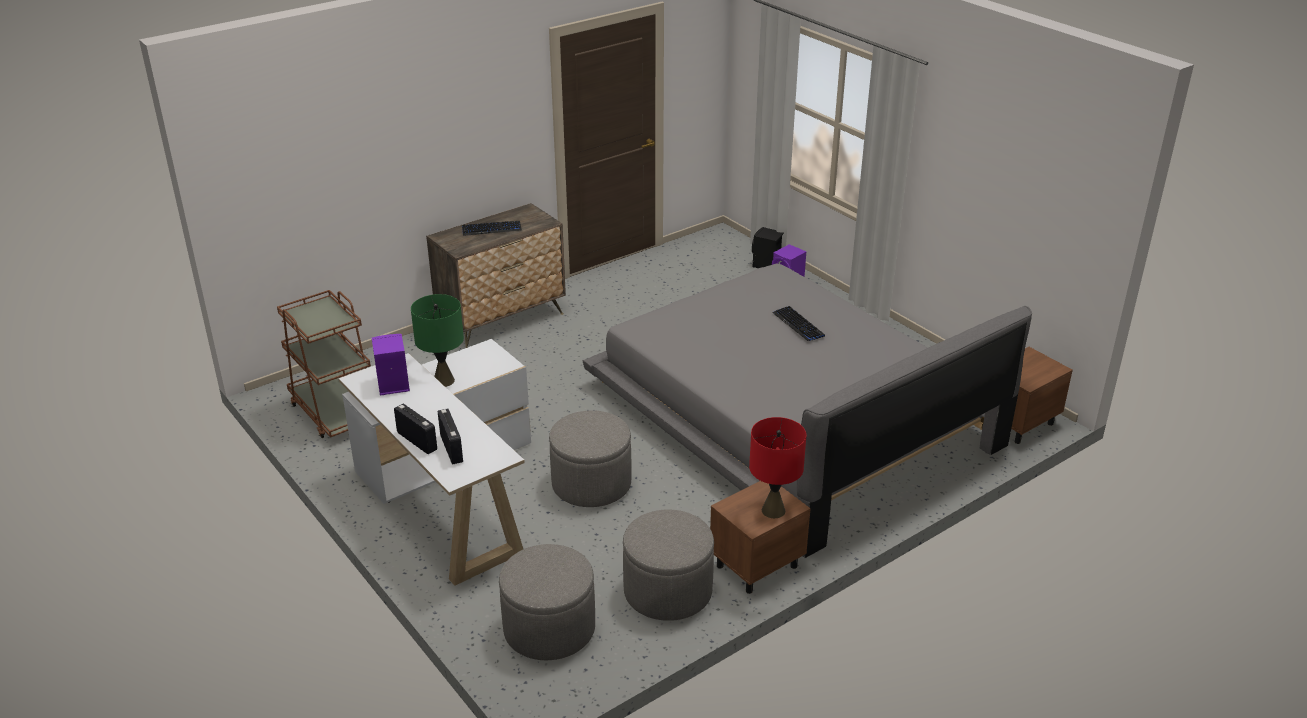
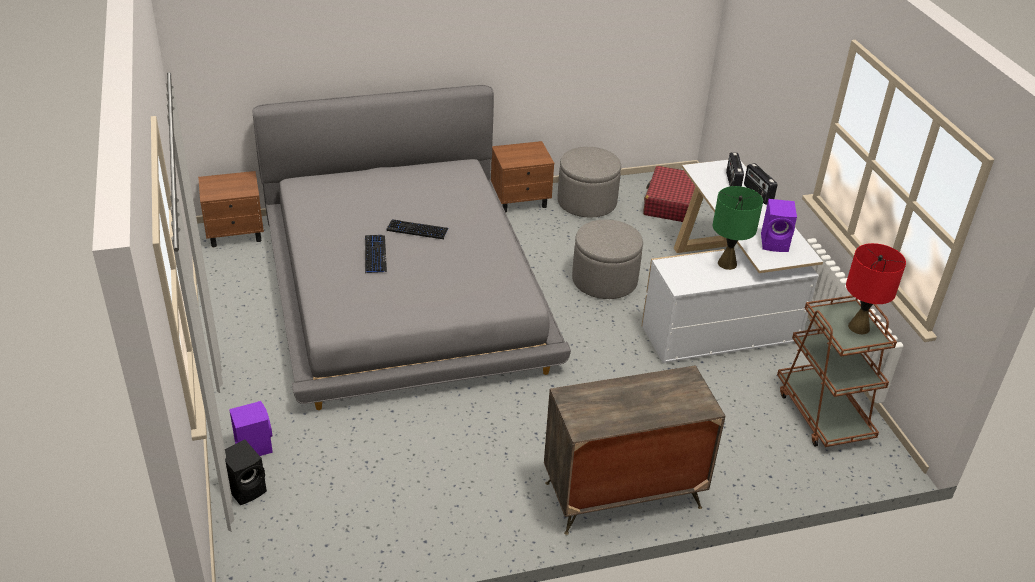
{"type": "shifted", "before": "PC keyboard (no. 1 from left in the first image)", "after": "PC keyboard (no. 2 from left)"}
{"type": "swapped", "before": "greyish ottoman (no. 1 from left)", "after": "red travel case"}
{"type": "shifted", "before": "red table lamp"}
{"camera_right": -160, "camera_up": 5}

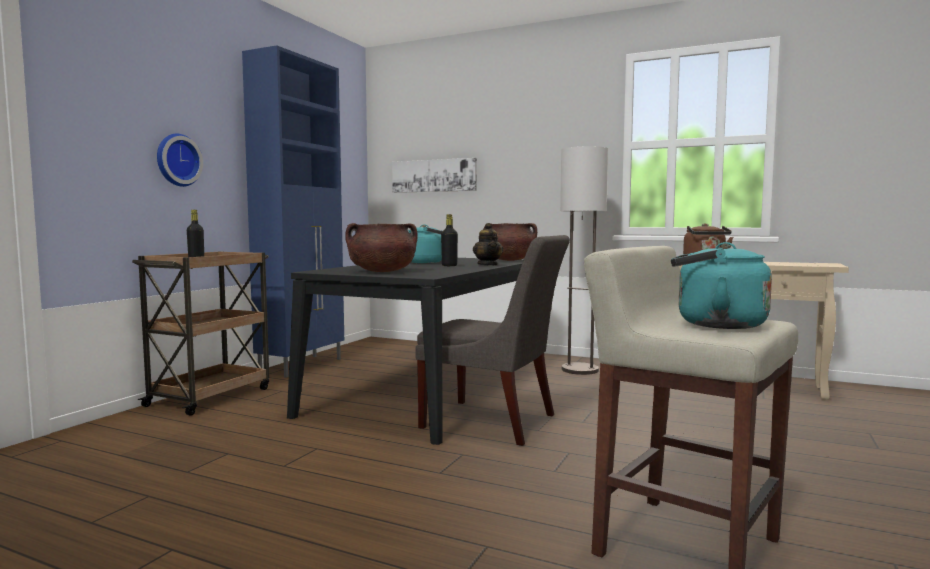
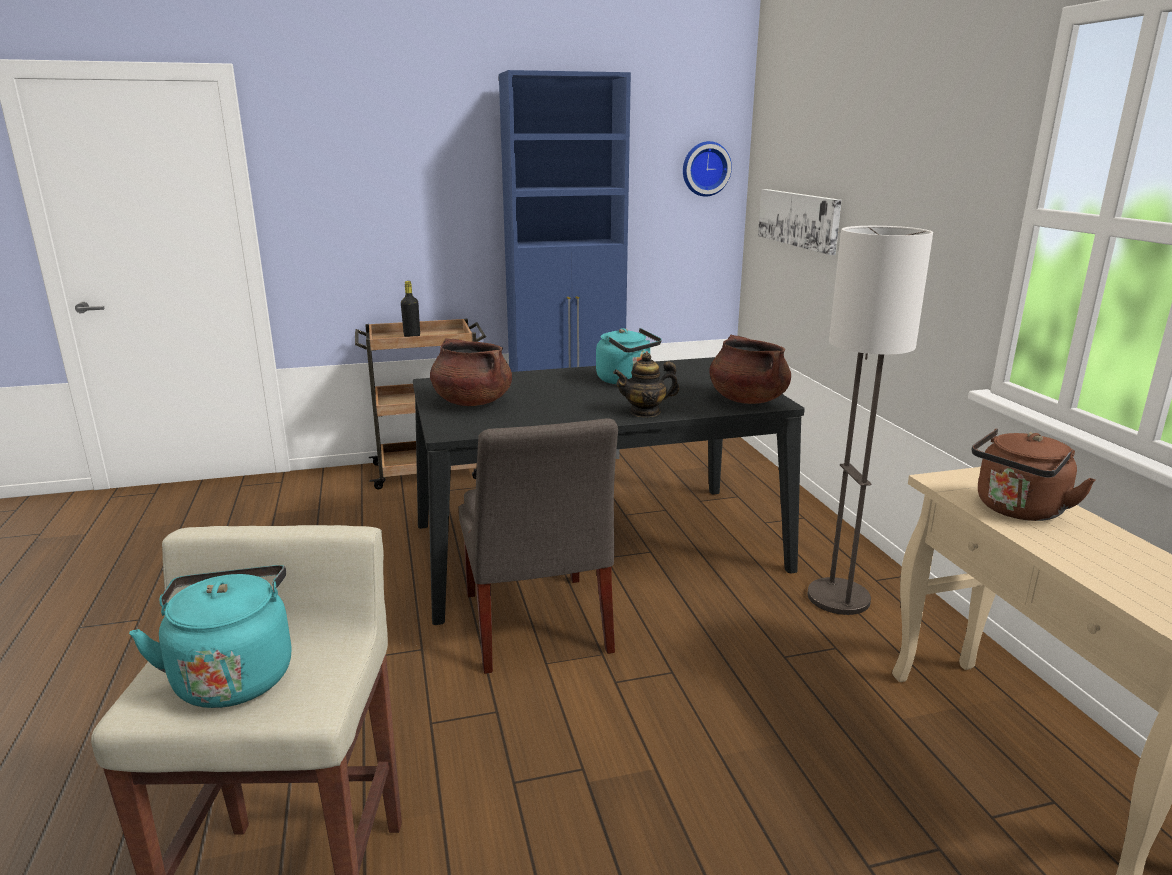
{"type": "shifted", "before": "hanging clock"}
{"type": "gone", "before": "black-coloured bottle (no. 2 from left)"}
{"type": "rotated", "before": "tea pot", "turn": 45}
{"camera_right": 50, "camera_up": 15}

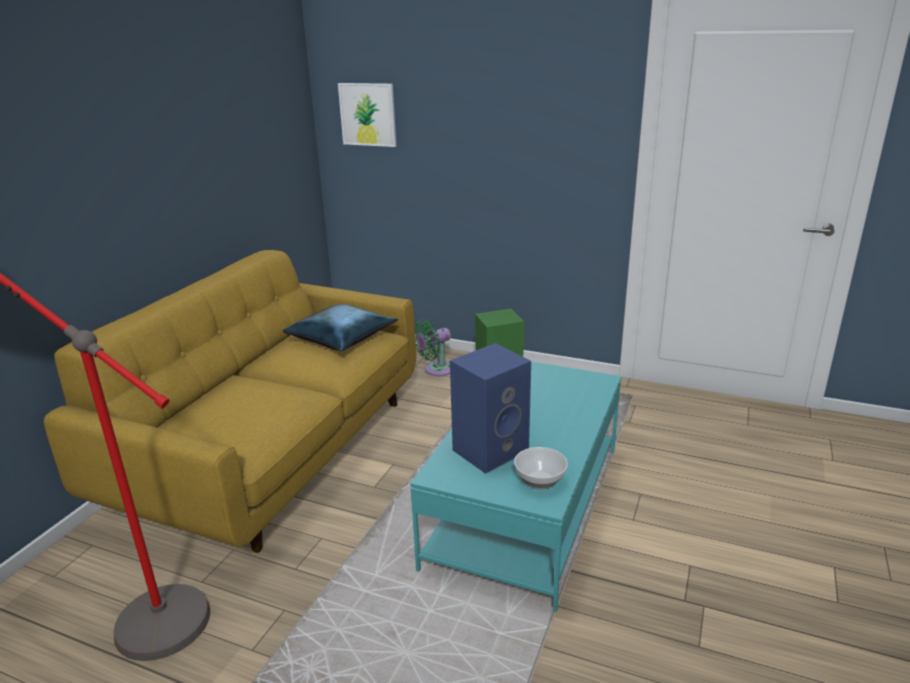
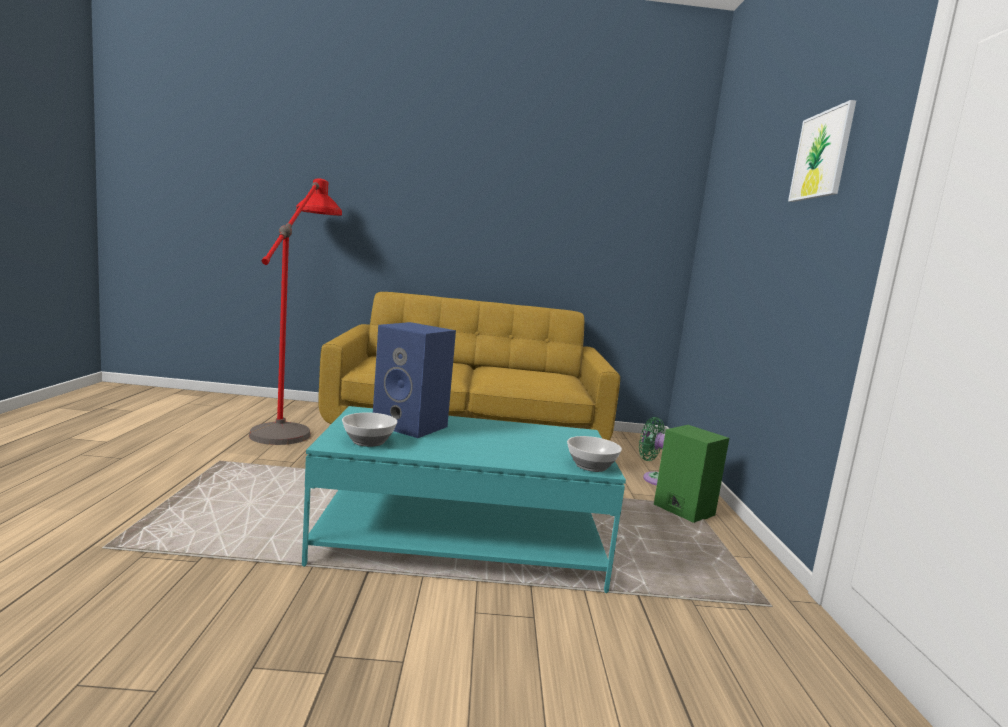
{"type": "gone", "before": "bluish pillow"}
{"type": "shifted", "before": "picture"}
{"type": "new", "after": "bowl (no. 2 from left)"}
{"camera_right": 65, "camera_up": -15}

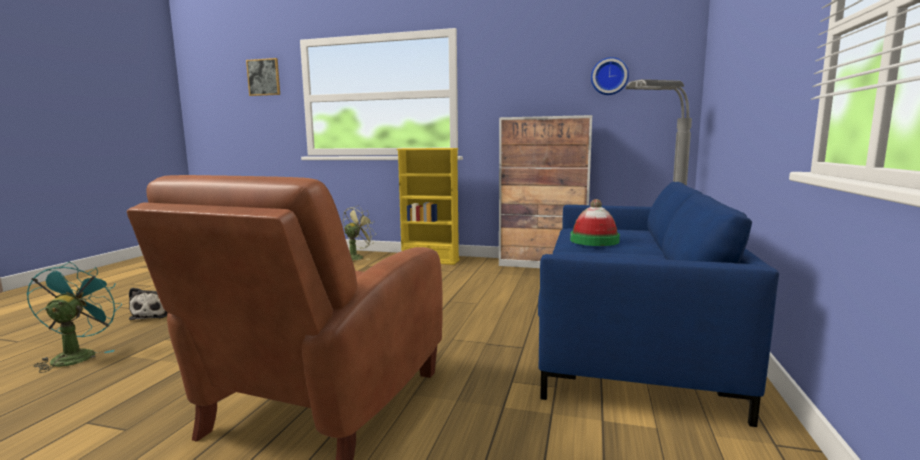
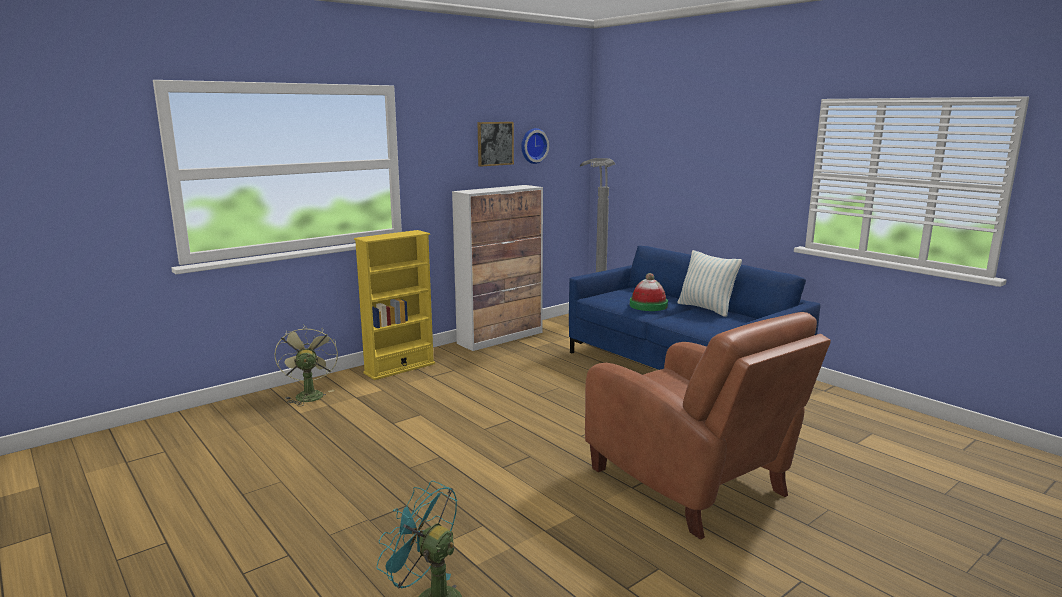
{"type": "gone", "before": "plush toy"}
{"type": "shifted", "before": "picture"}
{"type": "new", "after": "pillow"}
{"camera_right": -55, "camera_up": 5}

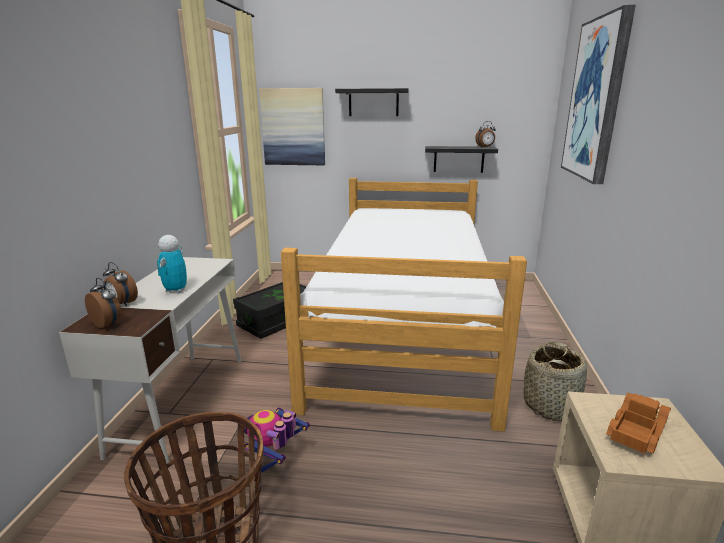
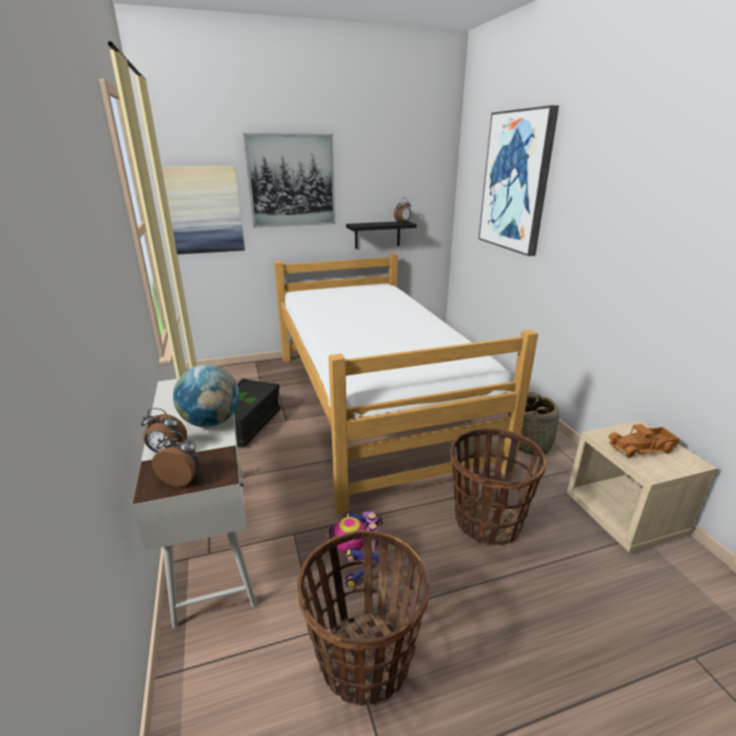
{"type": "swapped", "before": "robot figure (no. 1 from left)", "after": "world globe"}
{"type": "swapped", "before": "black-coloured shelf (no. 1 from left)", "after": "picture (no. 2 from left)"}
{"type": "rotated", "before": "toy truck", "turn": -120}
{"type": "new", "after": "household basket (no. 2 from left)"}
{"camera_right": -25, "camera_up": 5}

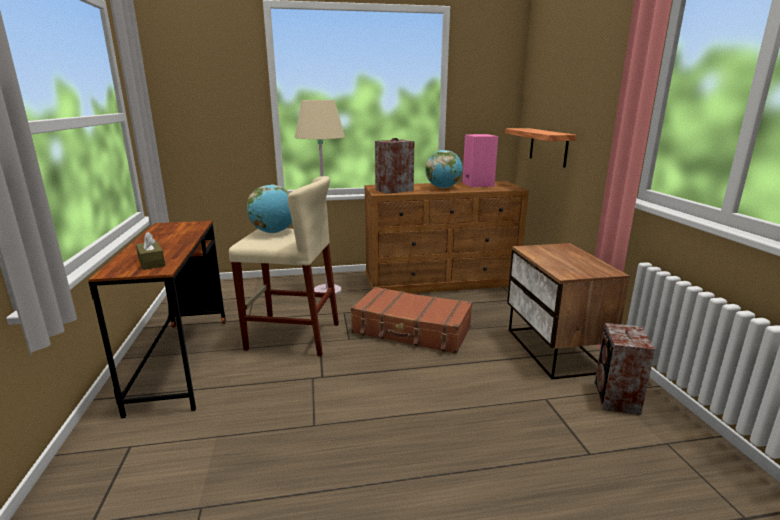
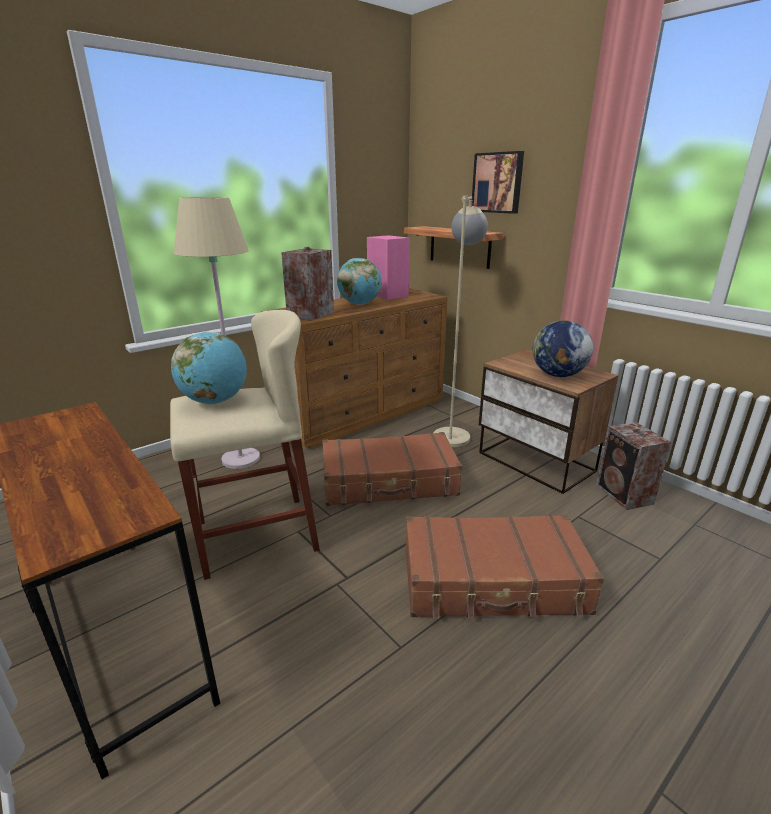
{"type": "gone", "before": "brownish tissue box"}
{"type": "new", "after": "brownish travel case (no. 2 from left)"}
{"type": "new", "after": "beige-coloured standard lamp (no. 2 from left)"}
{"type": "new", "after": "picture"}
{"type": "new", "after": "world globe (no. 3 from left)"}
{"camera_right": -30, "camera_up": 5}

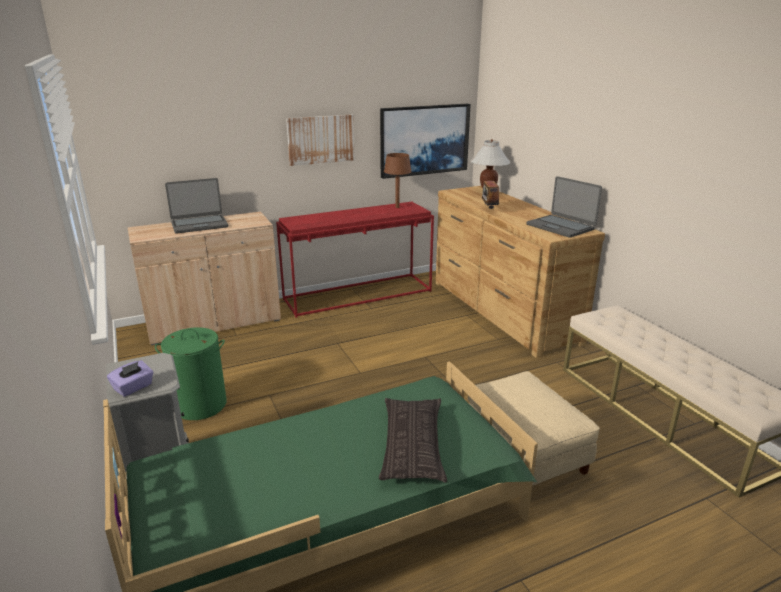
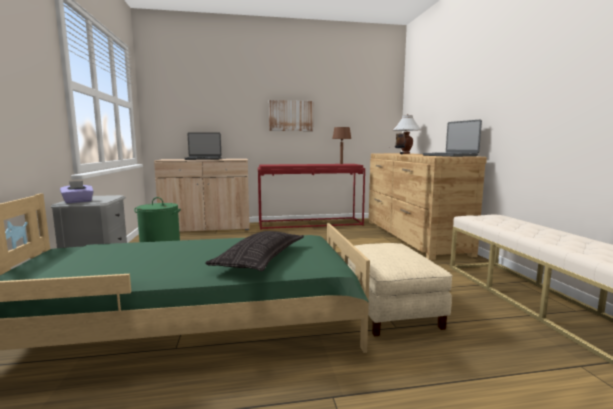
{"type": "gone", "before": "picture (no. 2 from left)"}
{"camera_right": 15, "camera_up": -15}

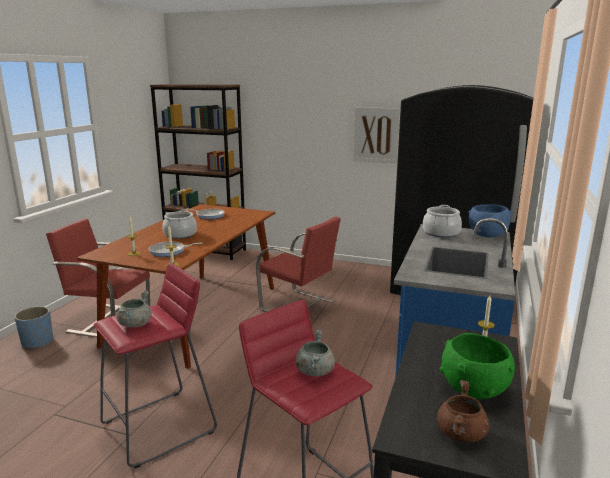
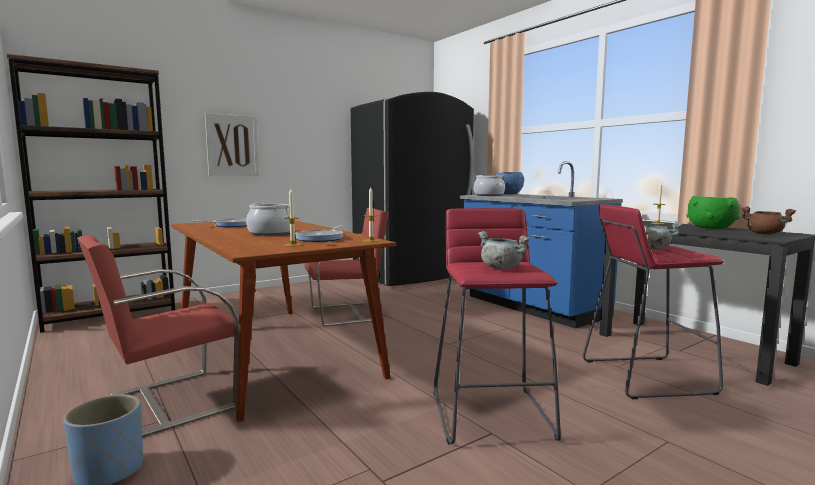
{"type": "shifted", "before": "picture"}
{"camera_right": -55, "camera_up": -10}

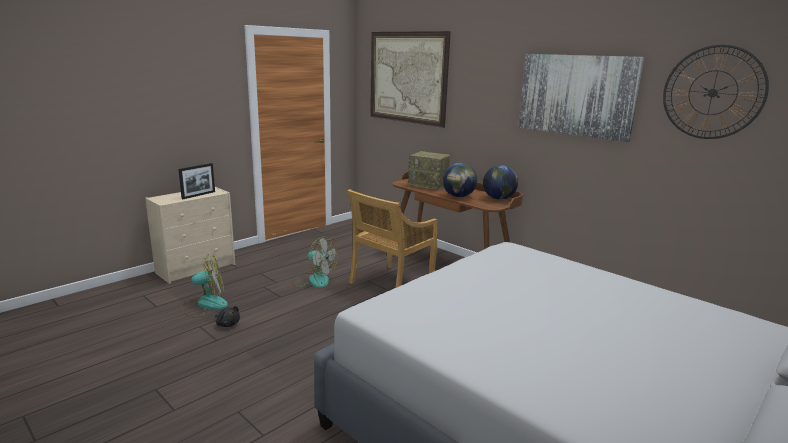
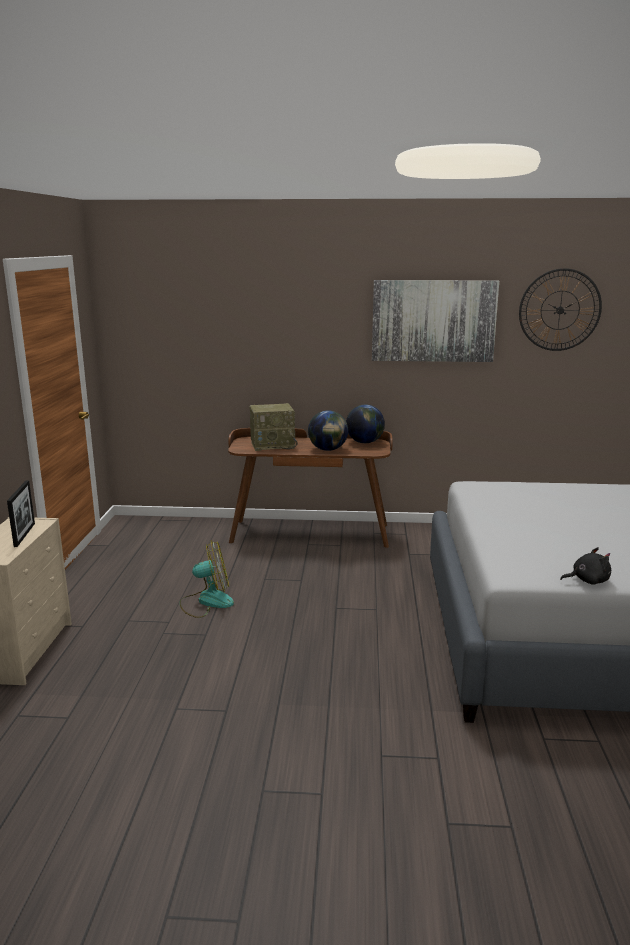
{"type": "gone", "before": "electric fan (no. 1 from left)"}
{"type": "shifted", "before": "black-coloured plush toy"}
{"type": "gone", "before": "beige-coloured plain chair"}
{"type": "gone", "before": "picture (no. 1 from left)"}
{"camera_right": -40, "camera_up": 0}

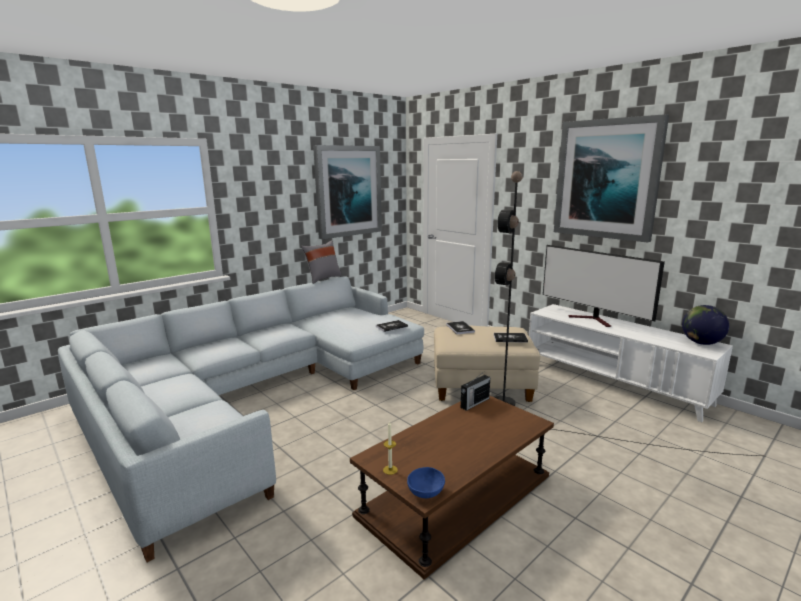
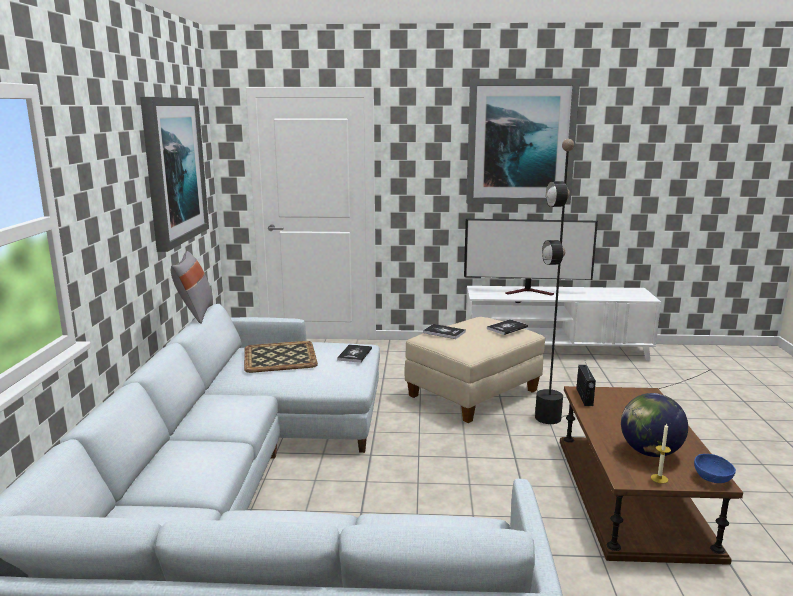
{"type": "shifted", "before": "world globe"}
{"type": "new", "after": "serving tray"}
{"camera_right": -45, "camera_up": 0}

